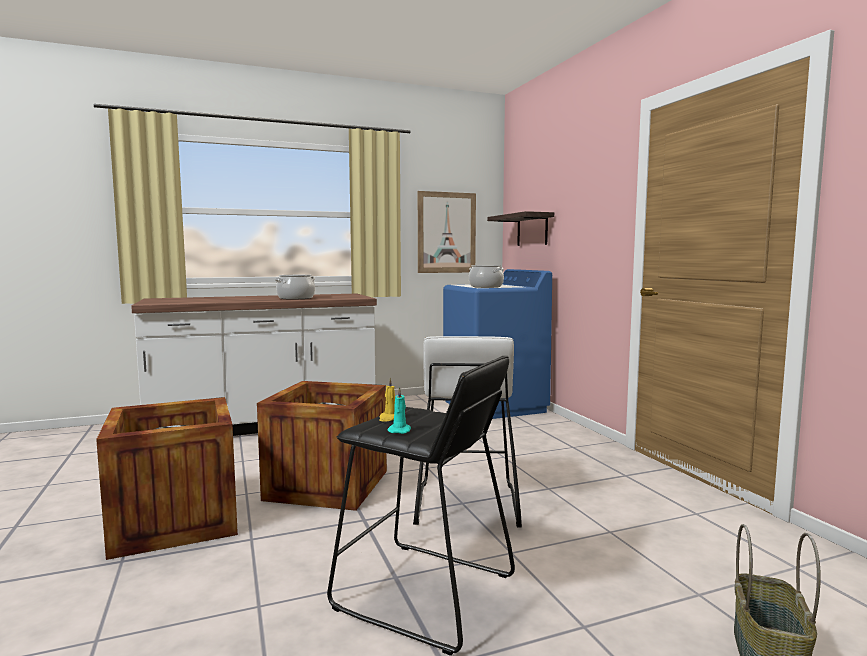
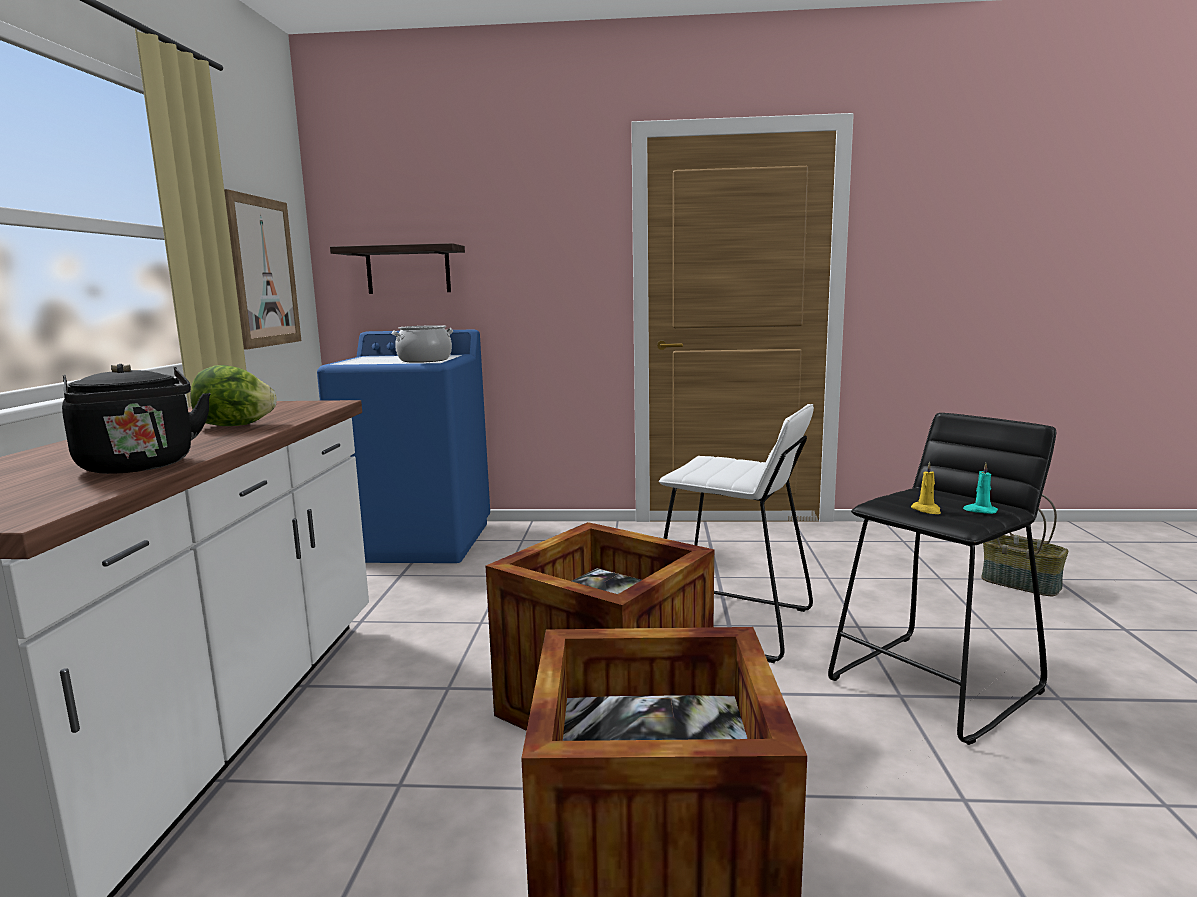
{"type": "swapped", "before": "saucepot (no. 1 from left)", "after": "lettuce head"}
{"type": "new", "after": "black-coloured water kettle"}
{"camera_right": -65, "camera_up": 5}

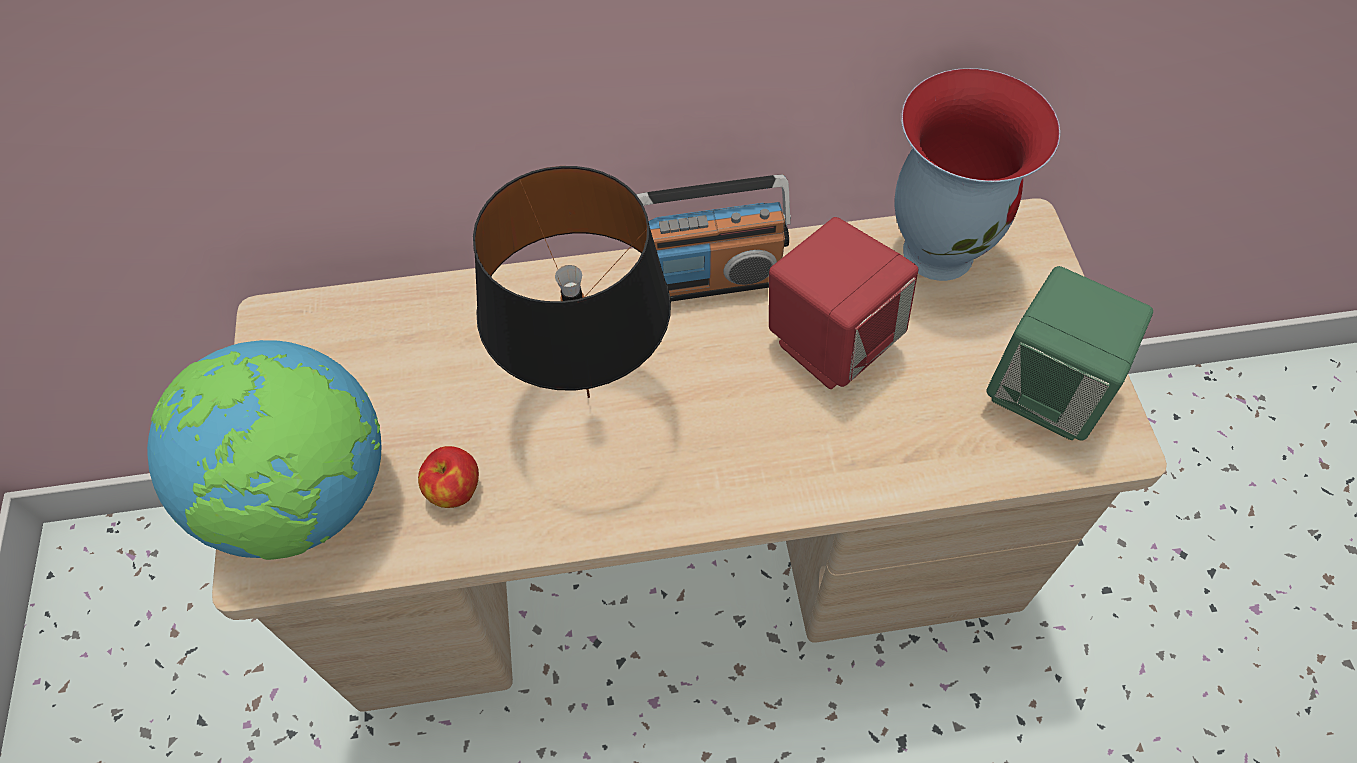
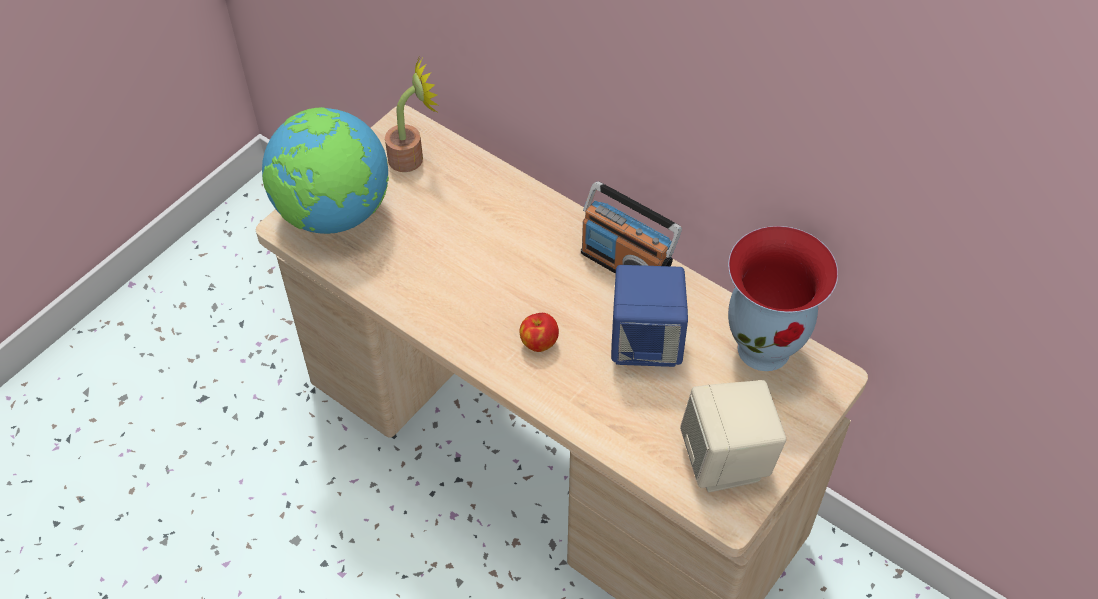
{"type": "shifted", "before": "apple fruit"}
{"type": "gone", "before": "black-coloured table lamp"}
{"type": "repainted", "before": "red speaker", "after": "bluish speaker"}
{"type": "repainted", "before": "green speaker", "after": "beige-coloured speaker"}
{"type": "new", "after": "plant in a pot"}
{"camera_right": 45, "camera_up": -5}

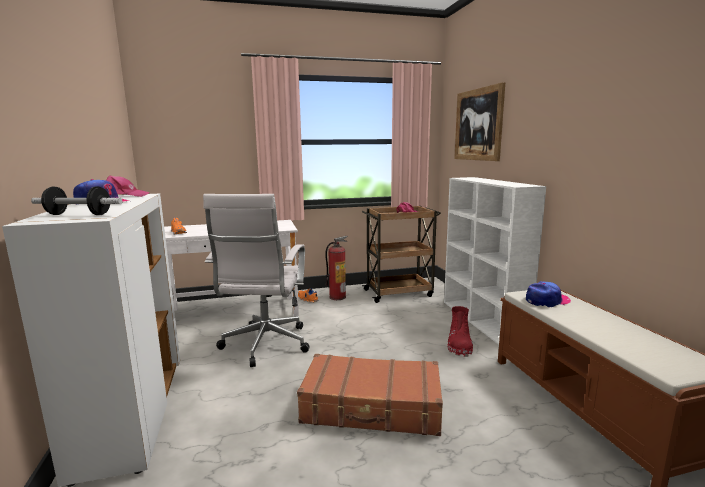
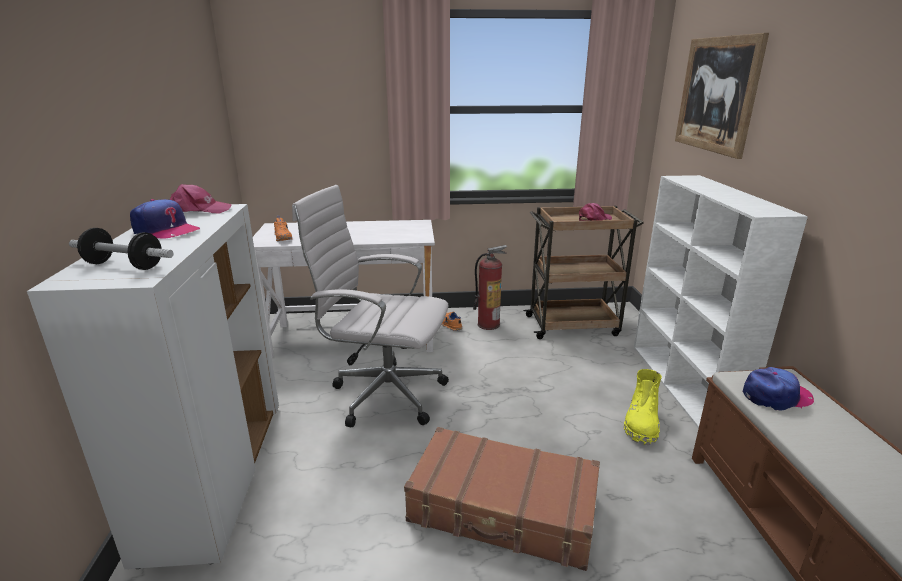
{"type": "rotated", "before": "white-coloured office chair", "turn": 90}
{"type": "repainted", "before": "red boot", "after": "yellowish boot"}
{"camera_right": 10, "camera_up": 10}

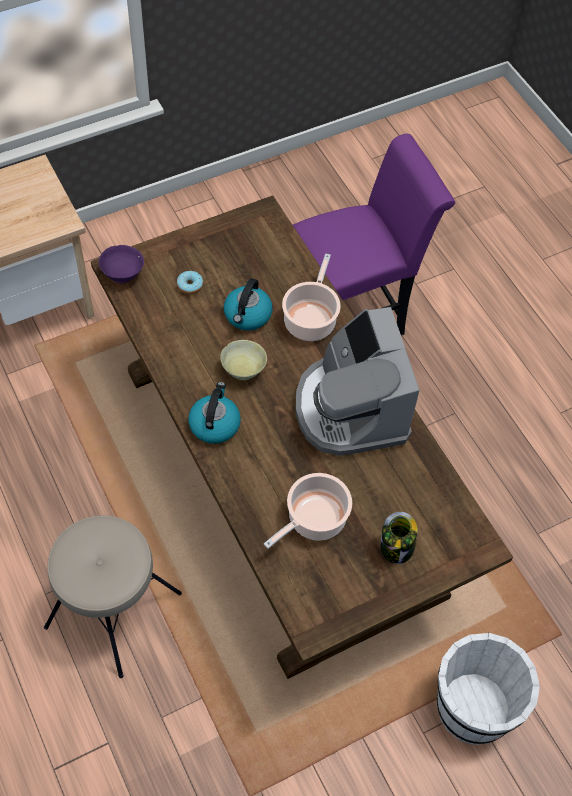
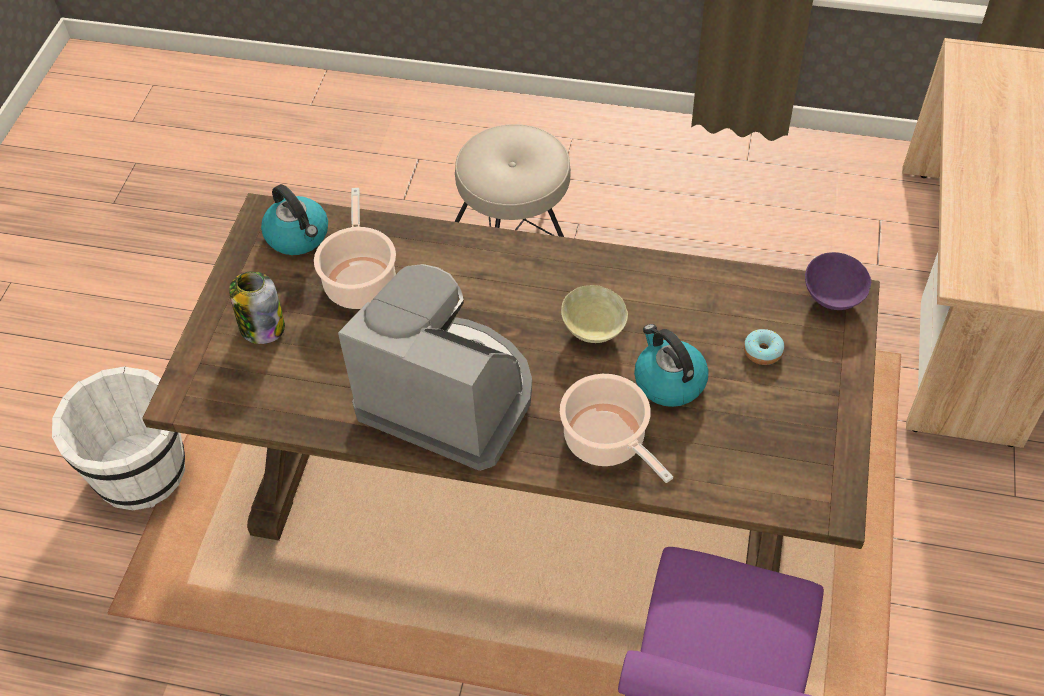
{"type": "shifted", "before": "water kettle (no. 1 from left)"}
{"camera_right": 135, "camera_up": -5}

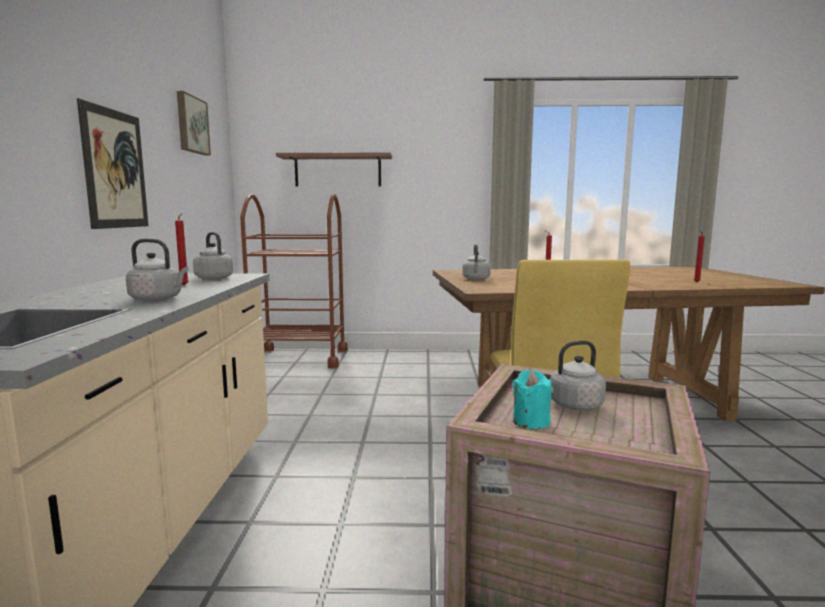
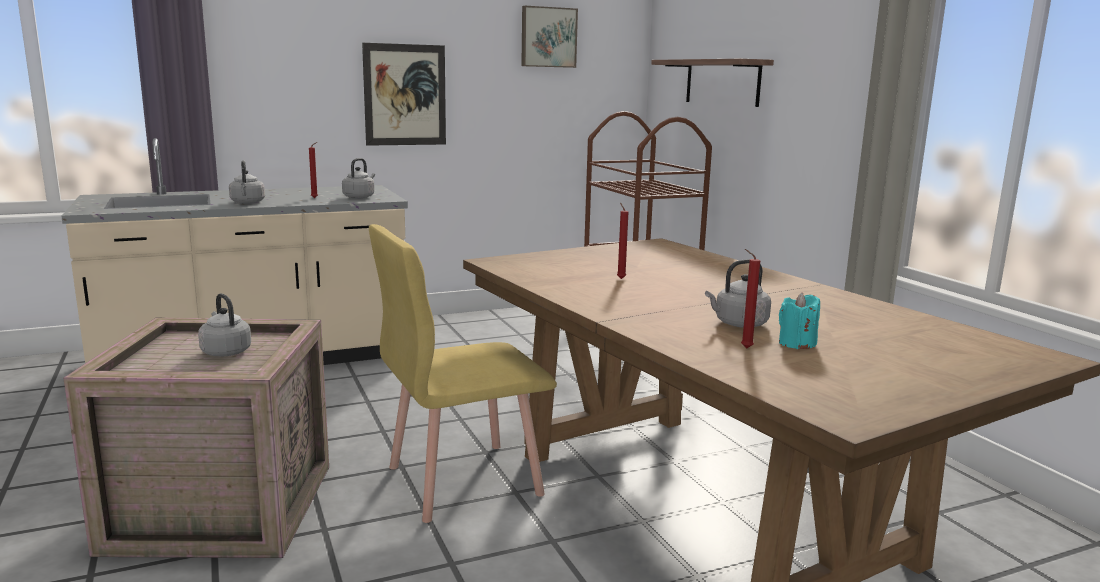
{"type": "shifted", "before": "greyish water kettle (no. 3 from left in the first image)", "after": "greyish water kettle (no. 4 from left)"}
{"type": "shifted", "before": "turquoise candle"}
{"camera_right": 65, "camera_up": 5}

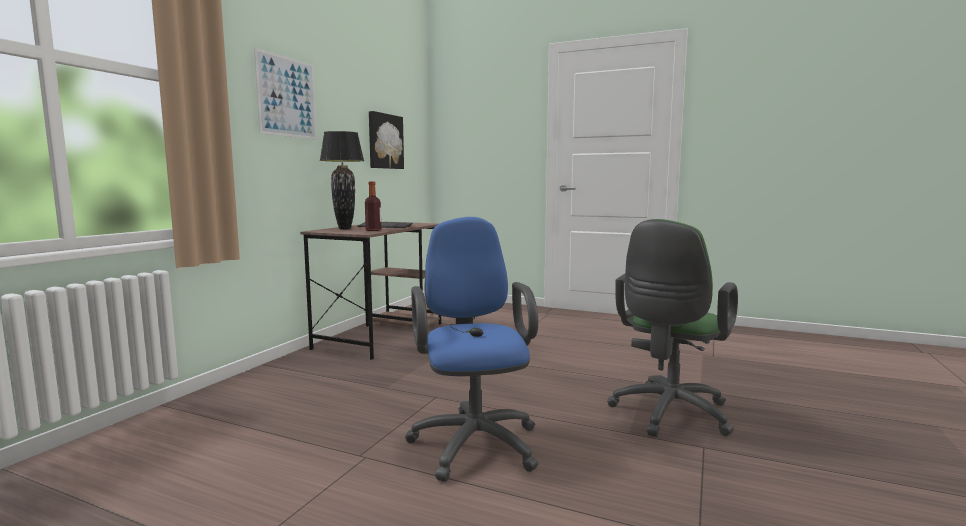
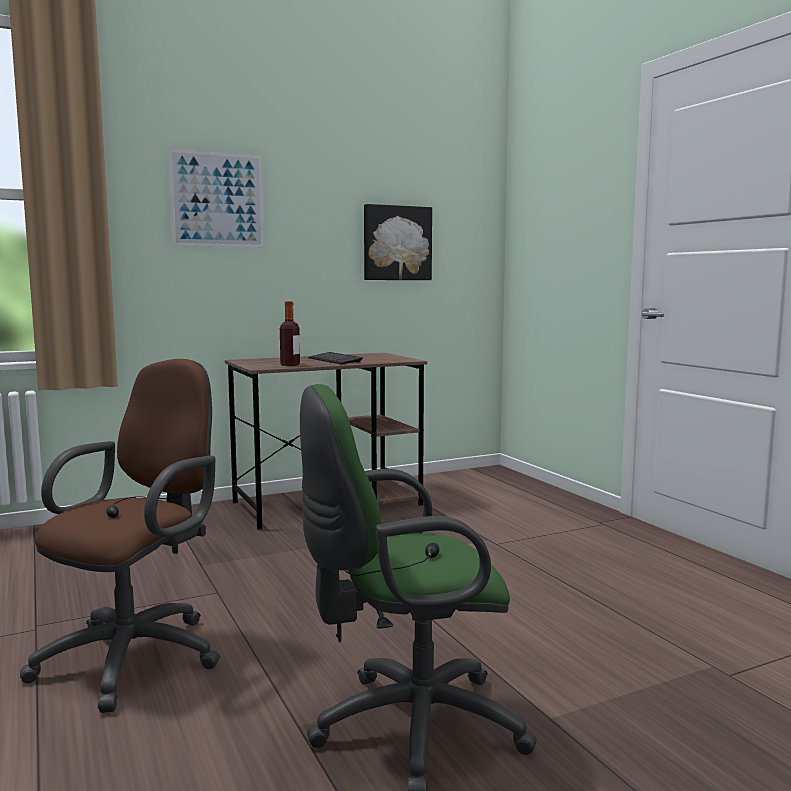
{"type": "gone", "before": "black-coloured table lamp"}
{"type": "repainted", "before": "bluish office chair", "after": "brownish office chair"}
{"camera_right": 40, "camera_up": 0}

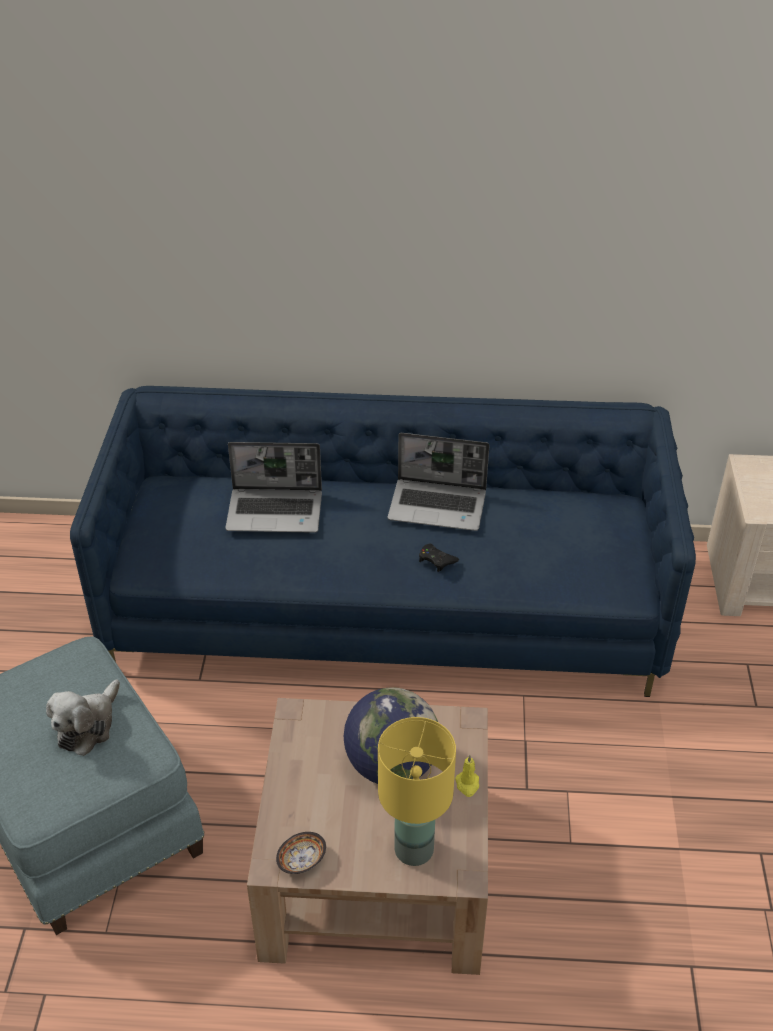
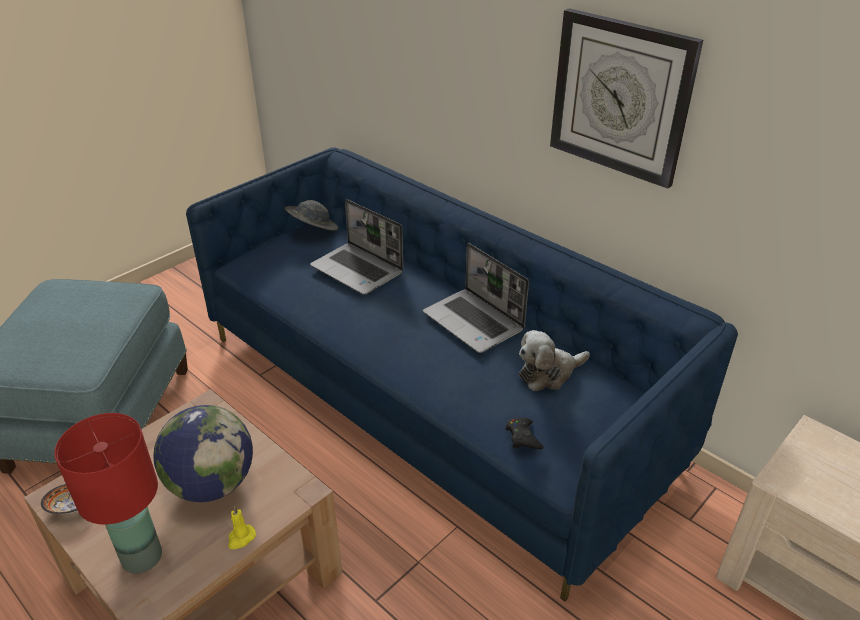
{"type": "shifted", "before": "plush toy"}
{"type": "repainted", "before": "yellowish table lamp", "after": "red table lamp"}
{"type": "shifted", "before": "black-coloured joypad"}
{"type": "new", "after": "greyish clothing hat"}
{"type": "new", "after": "hanging clock"}
{"camera_right": 40, "camera_up": -5}

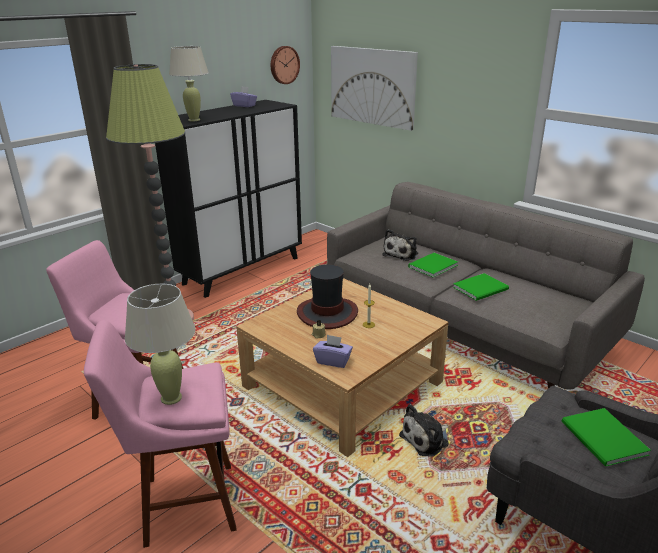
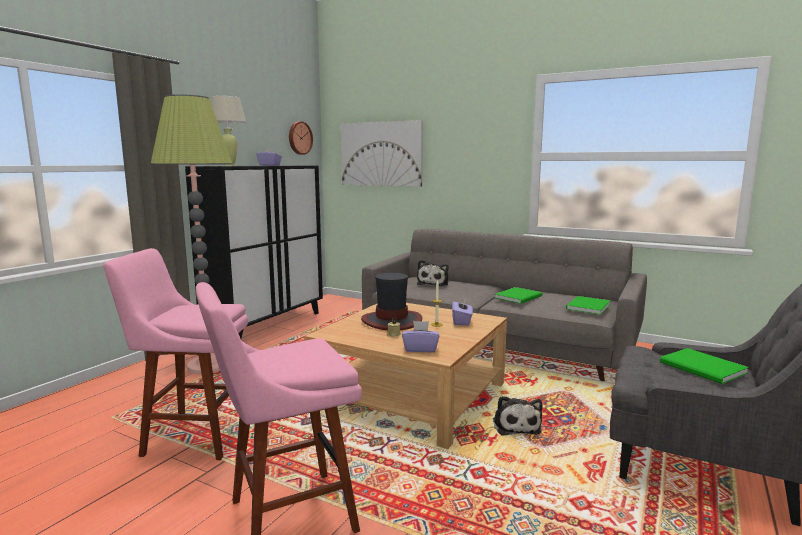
{"type": "gone", "before": "beige-coloured table lamp (no. 1 from left)"}
{"type": "rotated", "before": "plush toy (no. 2 from left)", "turn": -45}
{"type": "shifted", "before": "green volume (no. 1 from left in the first image)", "after": "green volume (no. 2 from left)"}
{"type": "new", "after": "purple tissue box (no. 3 from left)"}
{"camera_right": -15, "camera_up": -15}

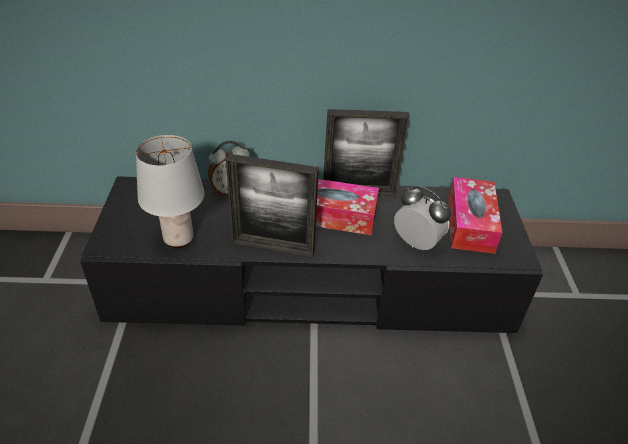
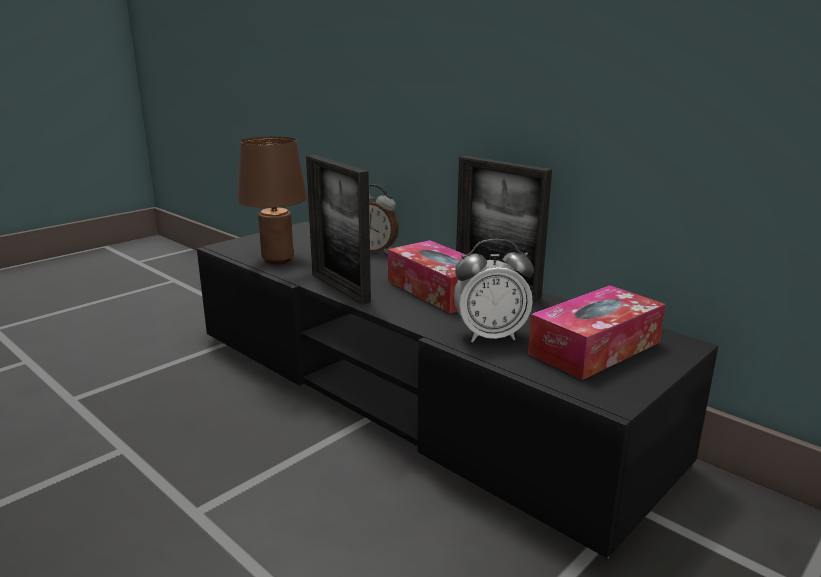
{"type": "repainted", "before": "greyish table lamp", "after": "brownish table lamp"}
{"type": "rotated", "before": "bedside clock (no. 2 from left)", "turn": 90}
{"camera_right": 45, "camera_up": -20}

